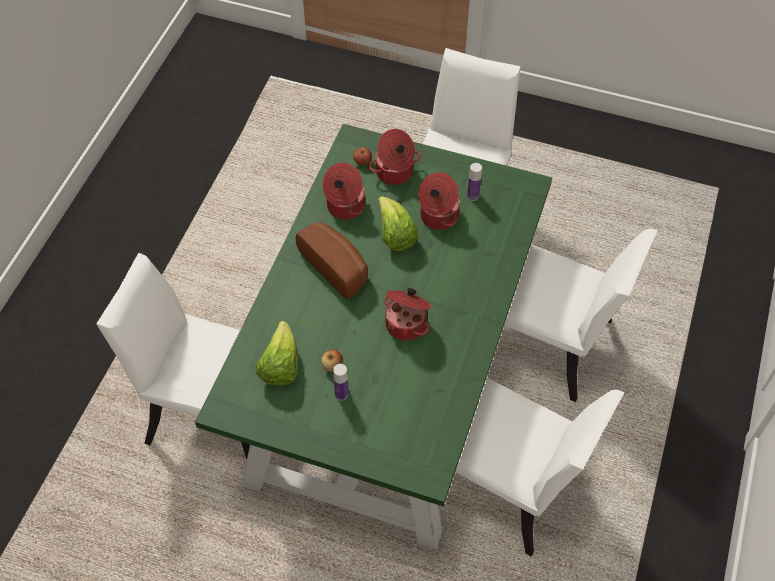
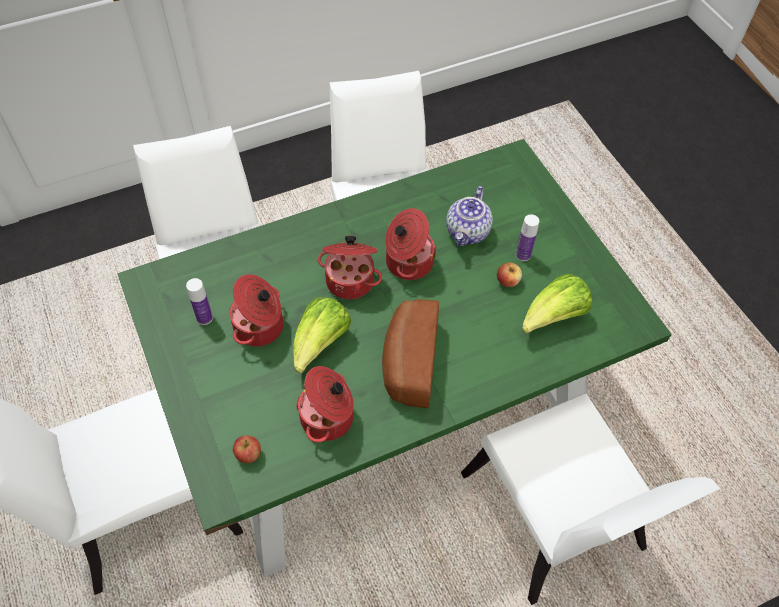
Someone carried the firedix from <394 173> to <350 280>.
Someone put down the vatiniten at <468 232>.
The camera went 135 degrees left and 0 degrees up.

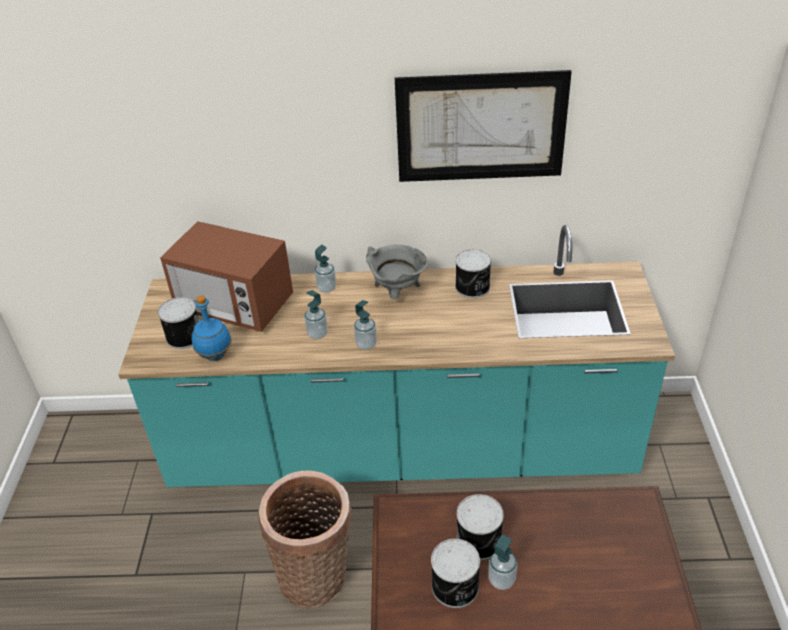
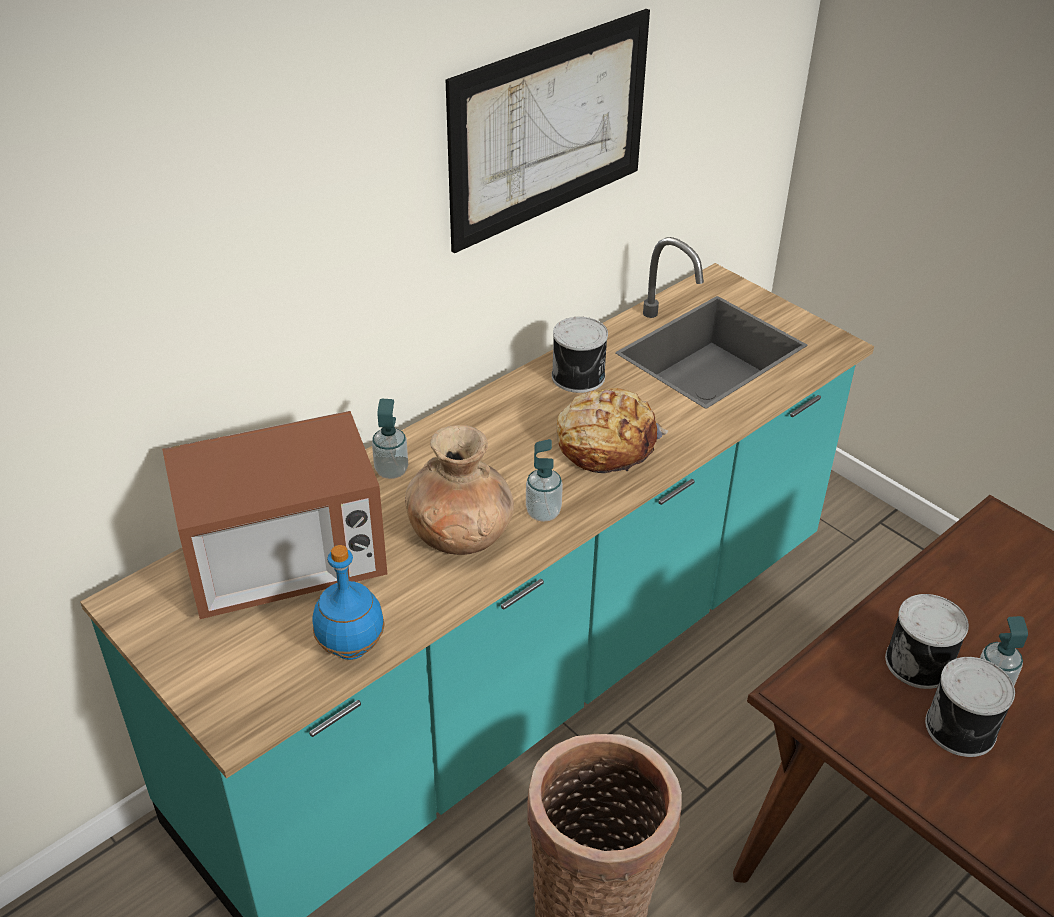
Someone swapped the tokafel at <317 334> for the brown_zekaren at <461 535>.
Someone put down the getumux at <605 443>.
Someone took away the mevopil at <183 336>.
Someone took away the grey_firedix at <397 292>.
The camera went 45 degrees left and 0 degrees up.

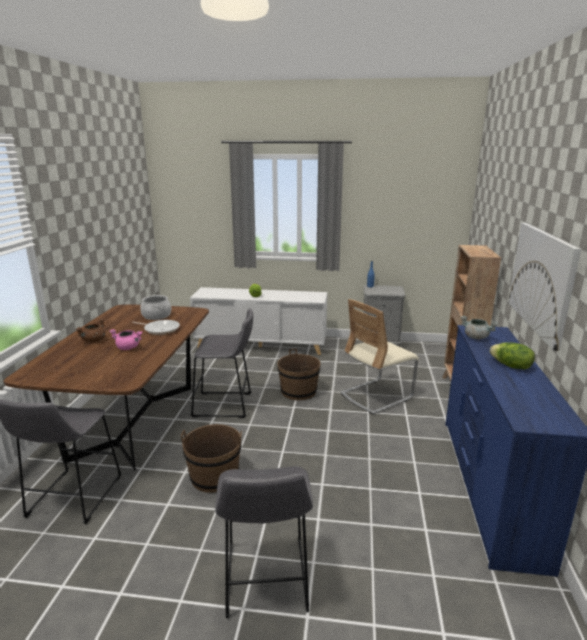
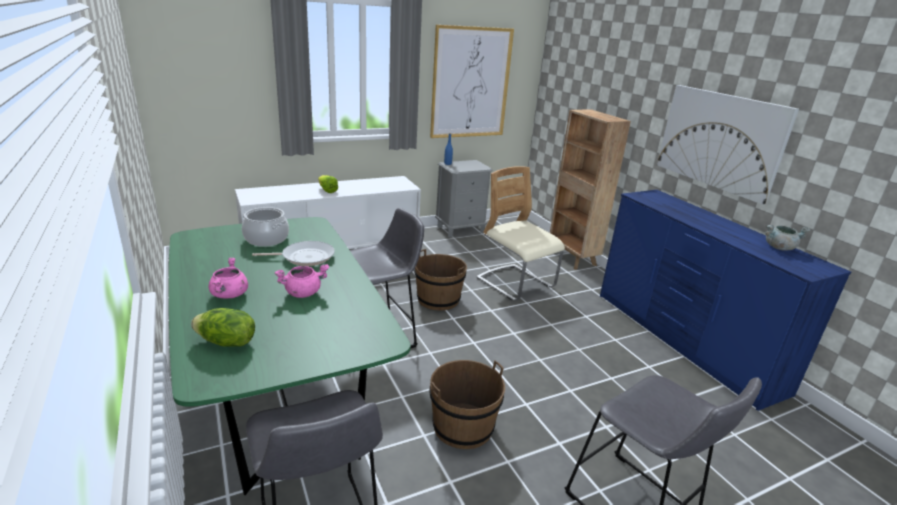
Someone repainted the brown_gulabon at <135 421>, which became the green_gulabon at <282 397>.
Someone carried the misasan from <511 366> to <226 342>.
Someone repainted the brown_firedix at <94 341>, which became the pink_firedix at <229 295>.
Someone put up the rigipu at <470 83>.
Someone rotated the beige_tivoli at <376 396> by 120 degrees clockwise.
Someone carried the grey_firedix from <476 337> to <779 247>.
The camera went 35 degrees left and 5 degrees up.

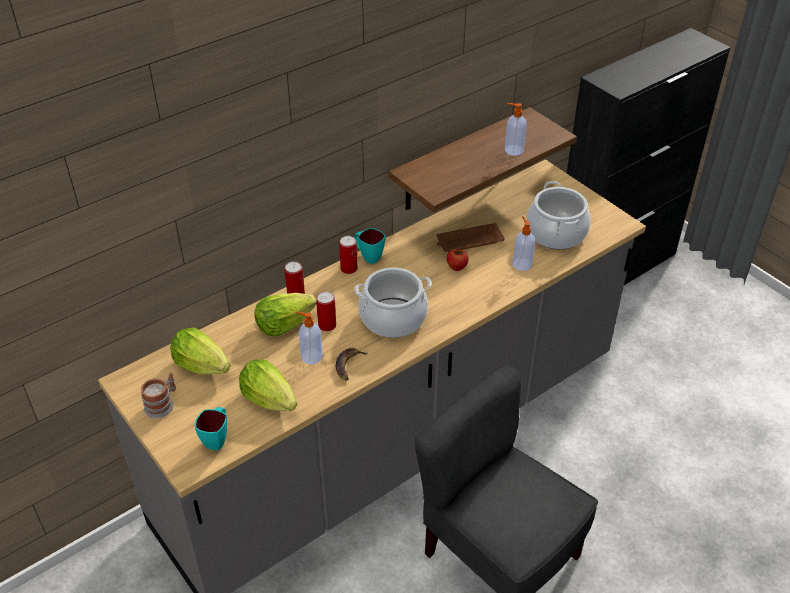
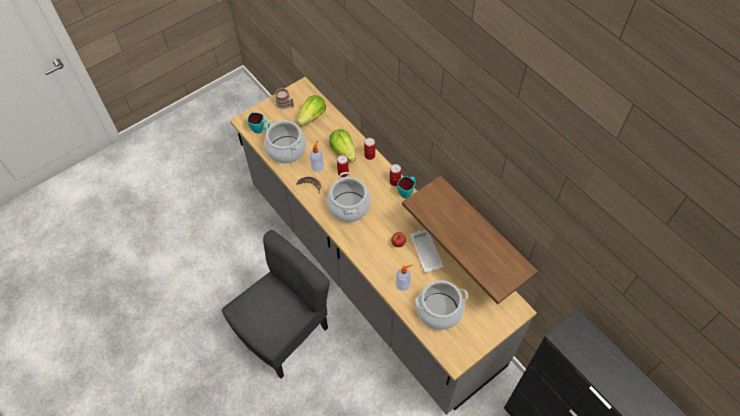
Someone swapped the misasan at <269 399> for the firedix at <286 149>.
Someone repainted the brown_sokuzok at <468 242>, which became the white_sokuzok at <426 251>.
Someone took away the tokafel at <513 150>.
The camera went 90 degrees right and 15 degrees up.

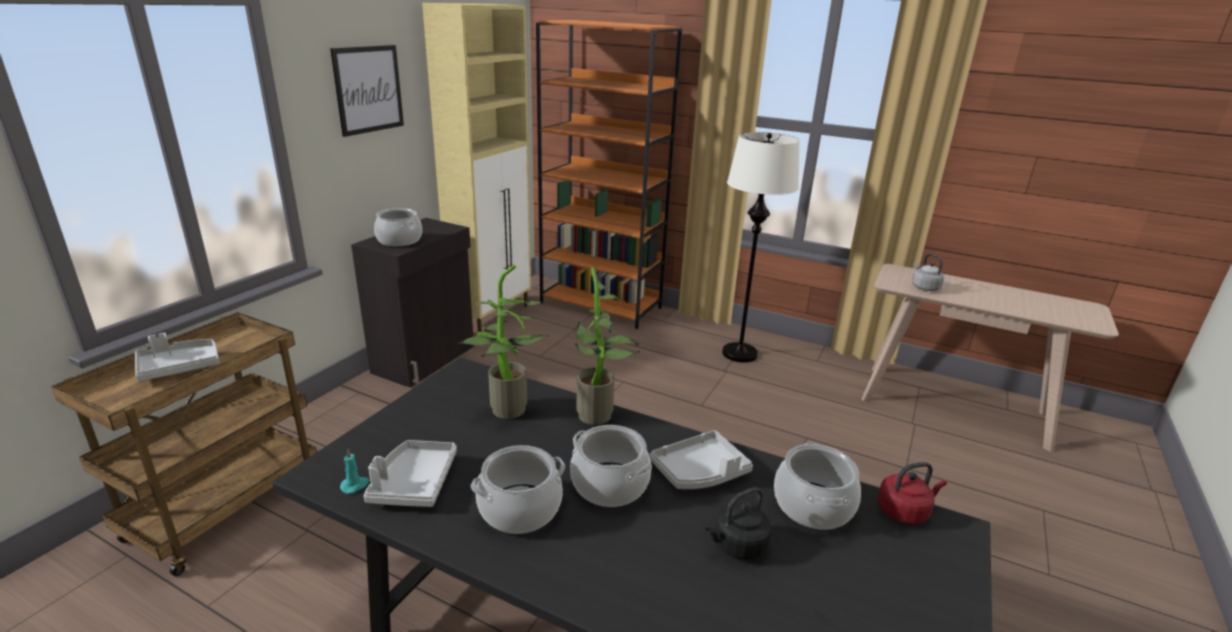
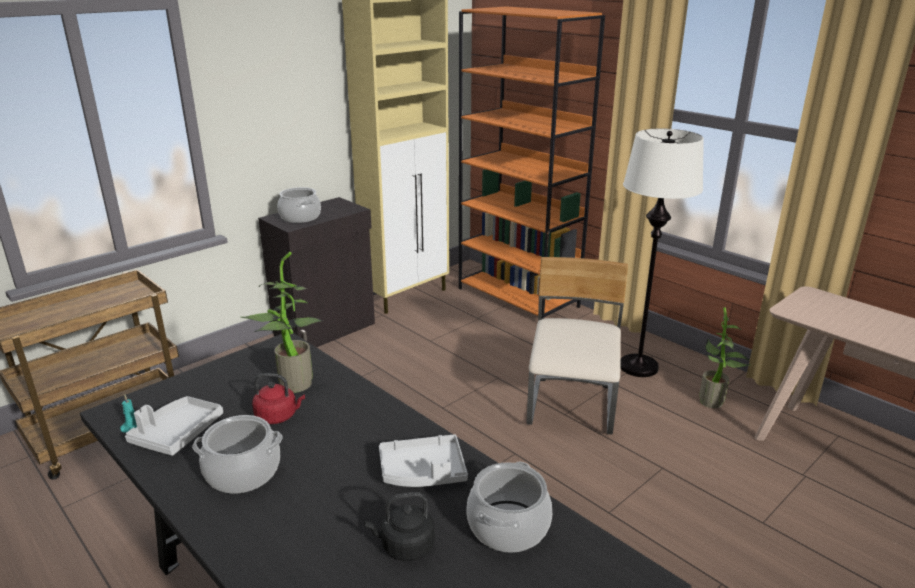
Someone carried the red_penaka from <904 511> to <278 416>.
Someone put down the beige_tivoli at <572 407>.
Someone carried the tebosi from <600 415> to <715 402>.
Someone took away the grey_sokuzok at <179 367>.
Someone took away the rigipu at <368 89>.
Someone took away the firedix at <610 484>.
Someone took away the grey_penaka at <924 287>.
The camera went 20 degrees right and 0 degrees up.

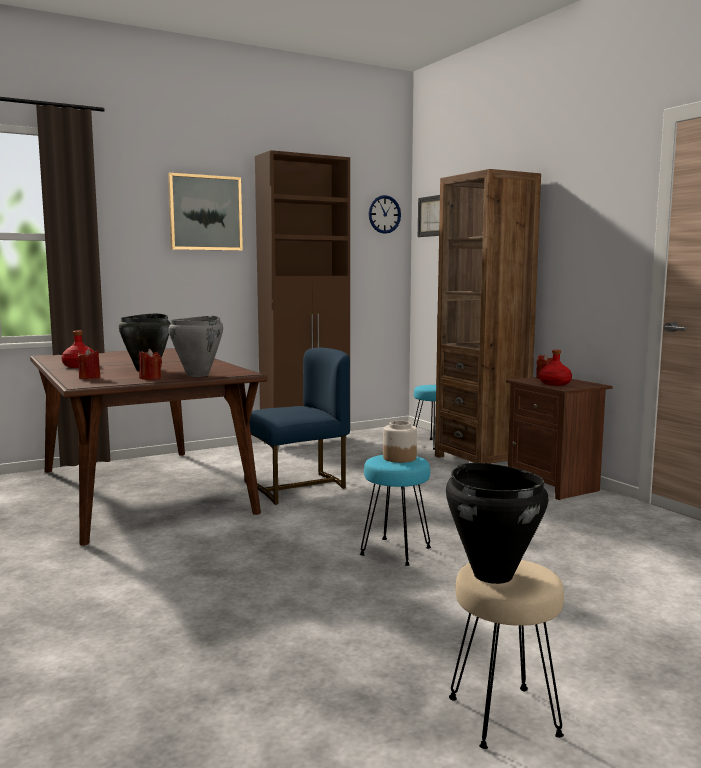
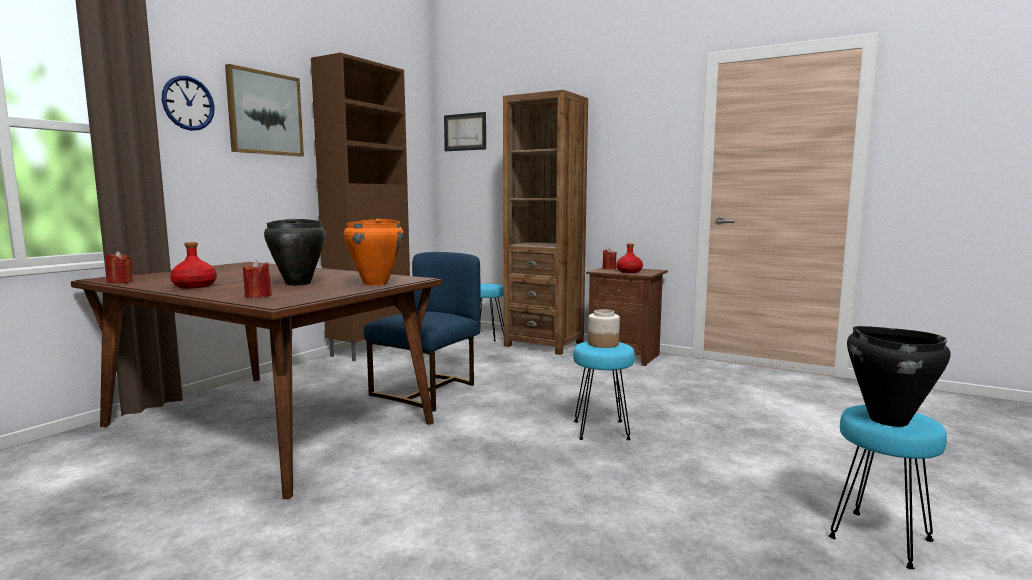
Someone carried the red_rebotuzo from <150 378> to <120 282>.
Someone carried the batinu from <384 214> to <188 103>.
Someone repainted the grey_firedix at <198 375>, which became the orange_firedix at <376 284>.
Someone repainted the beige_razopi at <503 715>, which became the turquoise_razopi at <879 538>.
The camera went 30 degrees left and 0 degrees up.

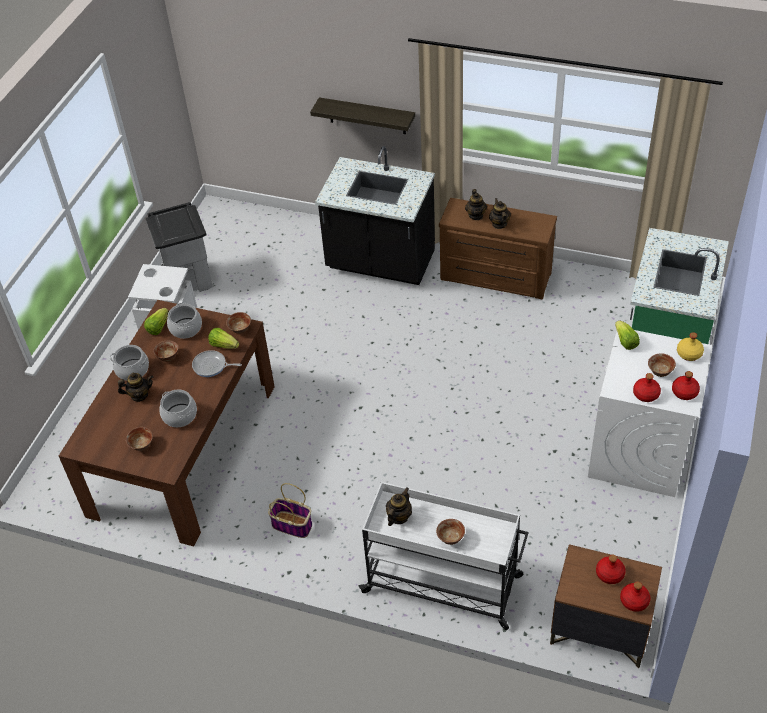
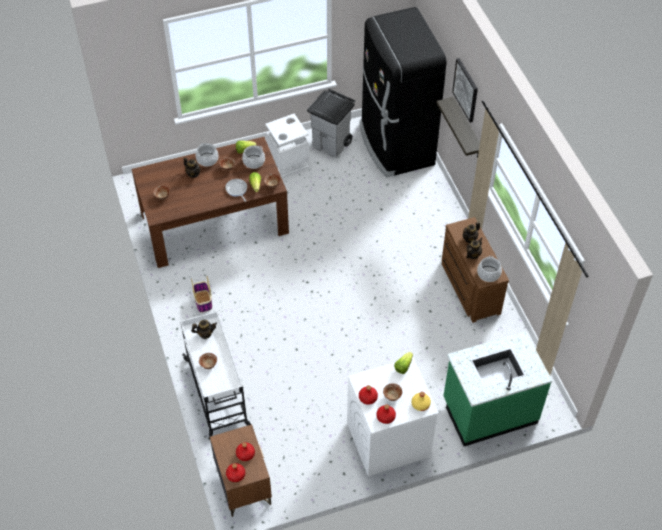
Someone put down the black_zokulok at <395 145>.
Someone put up the rigipu at <466 90>.
Someone carried the firedix from <179 415> to <488 274>.
Someone took away the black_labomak at <380 263>.
The camera went 50 degrees right and 5 degrees up.

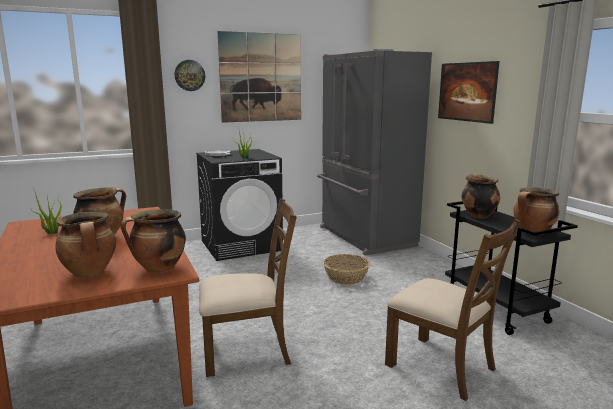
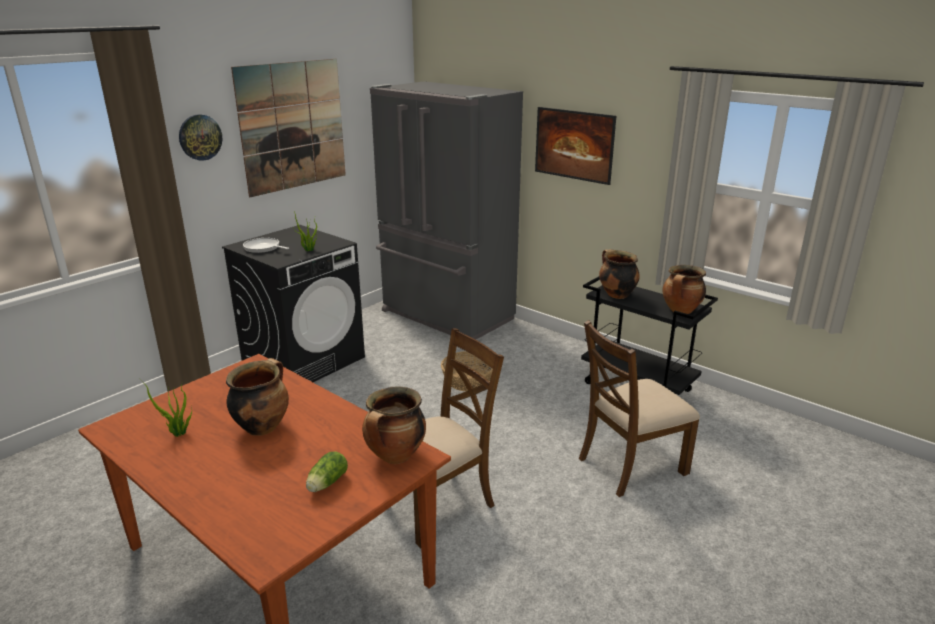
Someone swapped the firedix at <90 273> for the misasan at <326 484>.
Someone rotated the brown_tivoli at <442 366> by 135 degrees clockwise.
The camera went 25 degrees left and 10 degrees up.

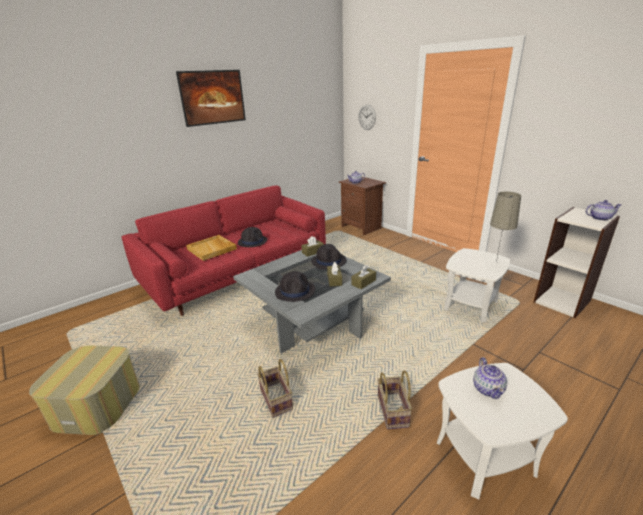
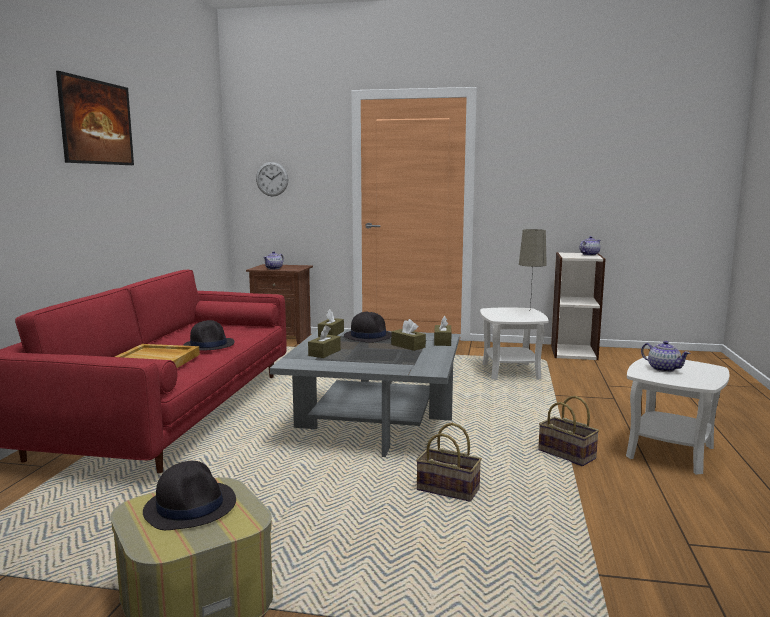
Someone carried the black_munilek from <295 291> to <190 506>.
Someone put down the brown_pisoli at <324 353>.
The camera went 40 degrees left and 15 degrees down.

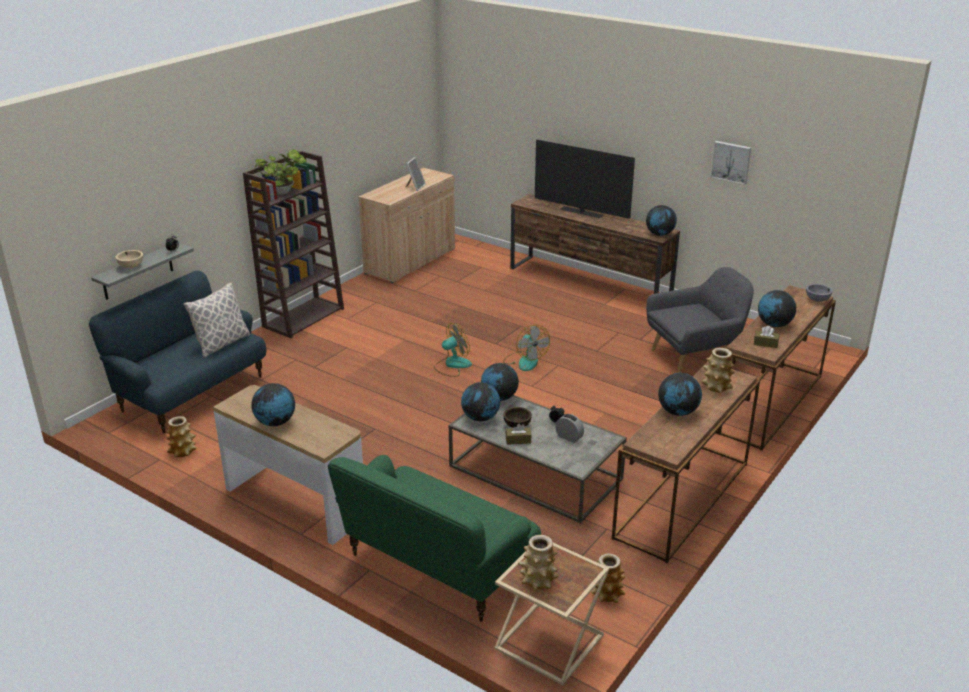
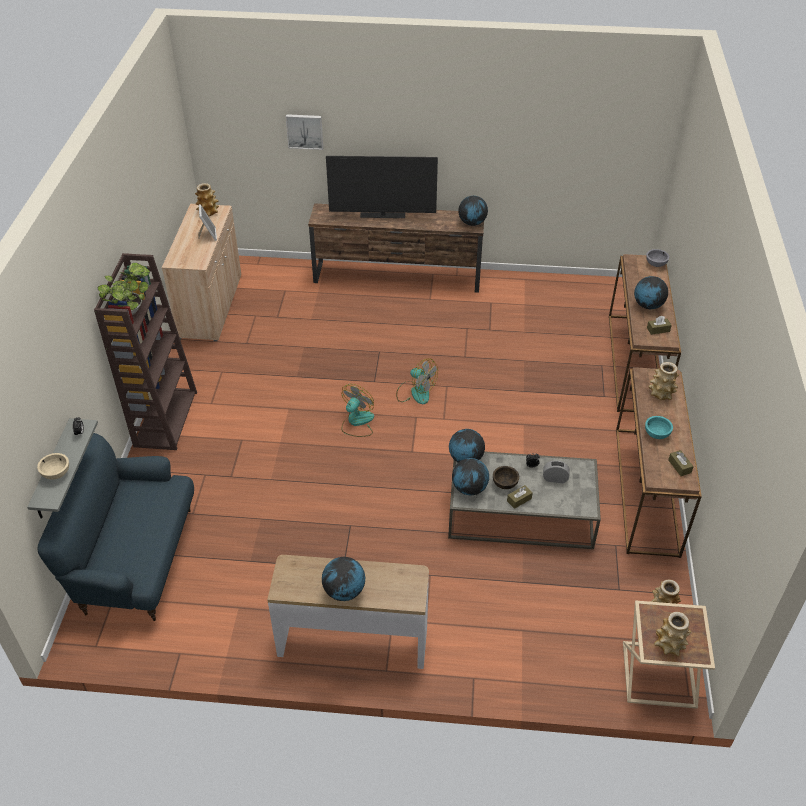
Someone carried the zekaren from <183 451> to <208 212>.
Someone carried the rigipu from <731 162> to <305 131>.
Someone swapped the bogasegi at <678 412> for the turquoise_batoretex at <656 433>.
Someone put down the brown_pisoli at <679 466>.
Someone took away the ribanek at <221 343>.
Someone took away the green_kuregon at <437 567>.
Someone took away the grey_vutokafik at <694 356>.
The camera went 30 degrees left and 15 degrees up.

